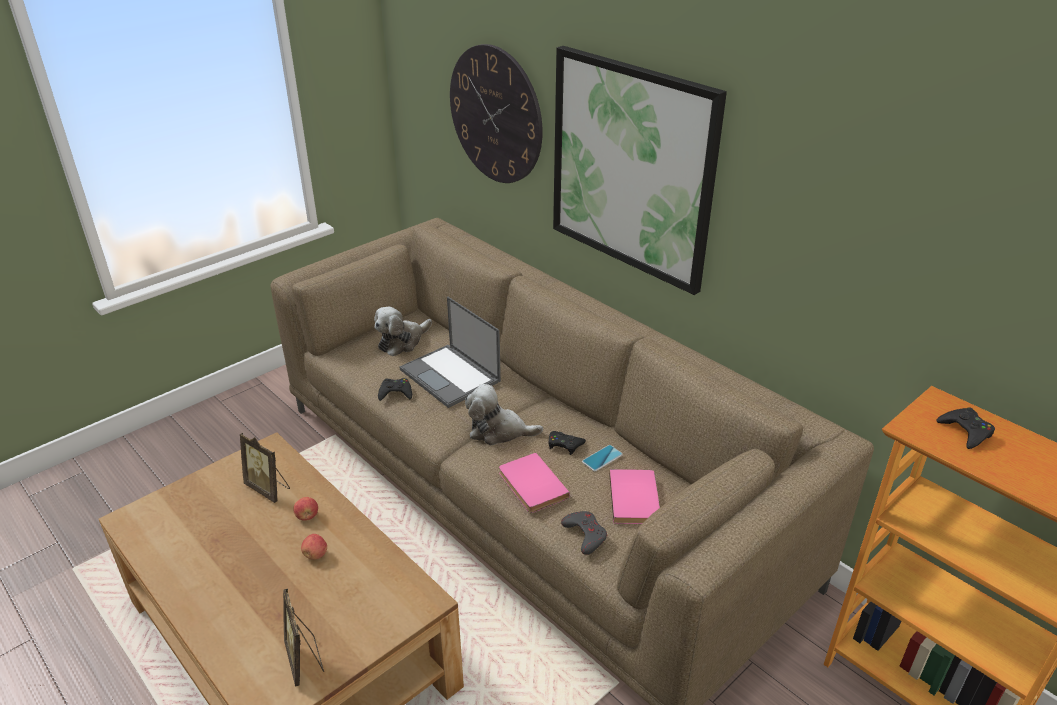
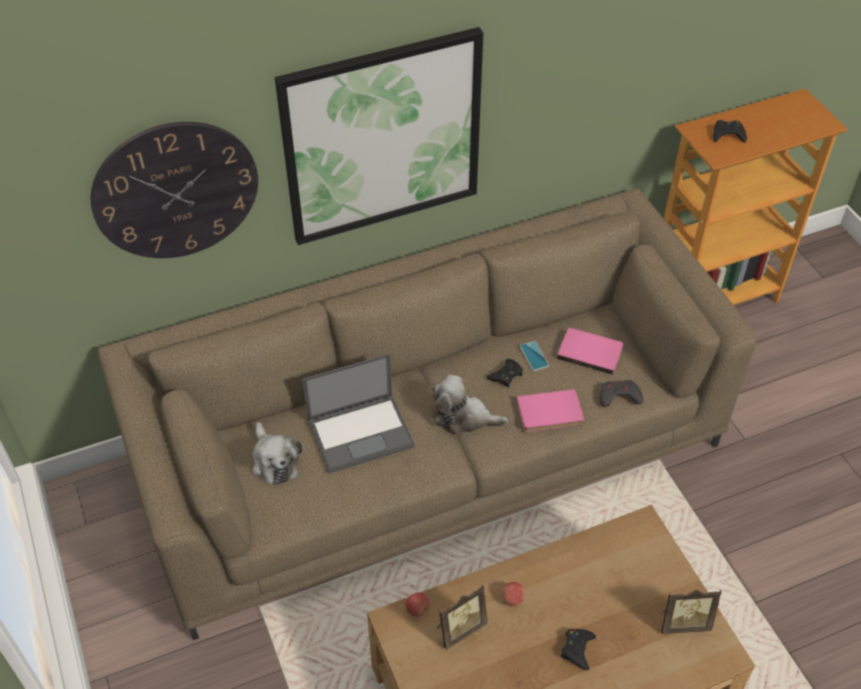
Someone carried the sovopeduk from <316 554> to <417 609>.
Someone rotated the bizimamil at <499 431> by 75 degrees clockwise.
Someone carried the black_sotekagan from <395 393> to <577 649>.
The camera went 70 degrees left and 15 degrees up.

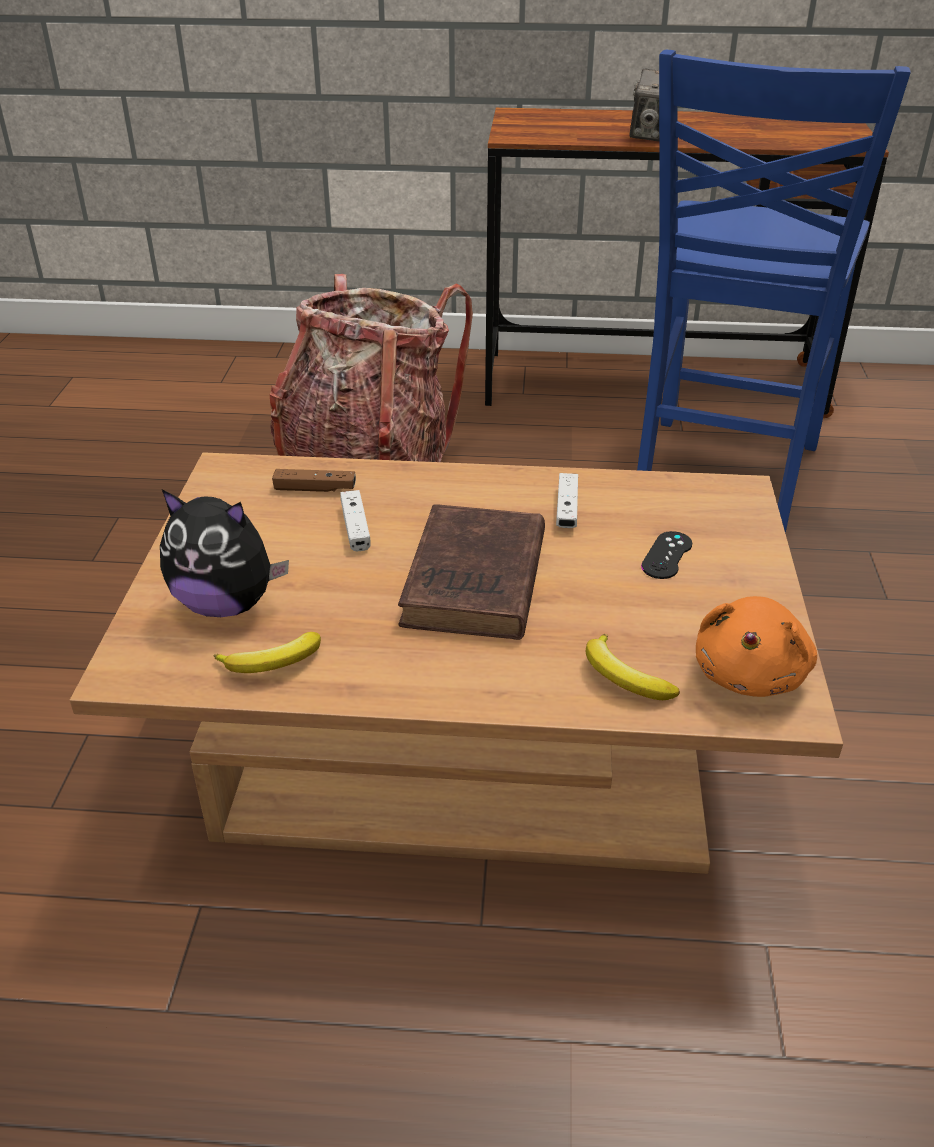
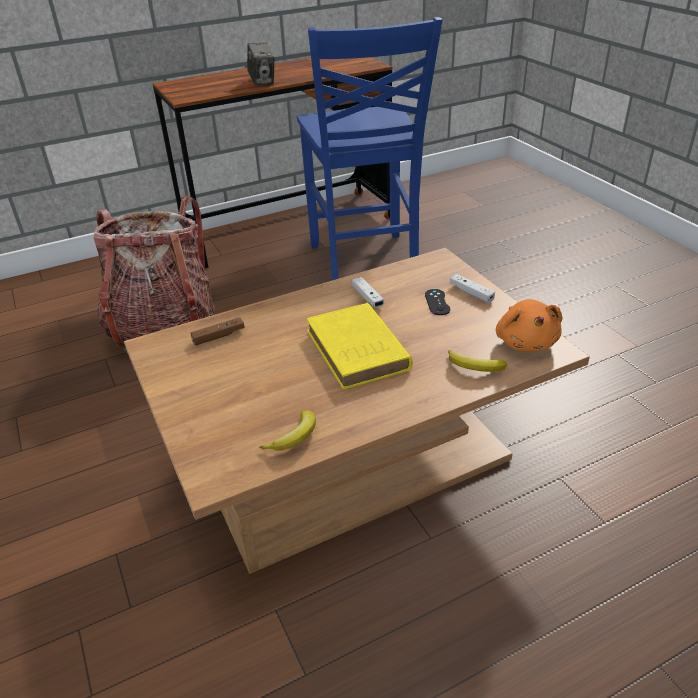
Someone repainted the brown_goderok at <474 583>, which became the yellow_goderok at <358 352>.
Someone carried the white_sotekagan from <355 528> to <471 293>.
Someone took away the bizimamil at <226 604>.
The camera went 30 degrees left and 0 degrees up.

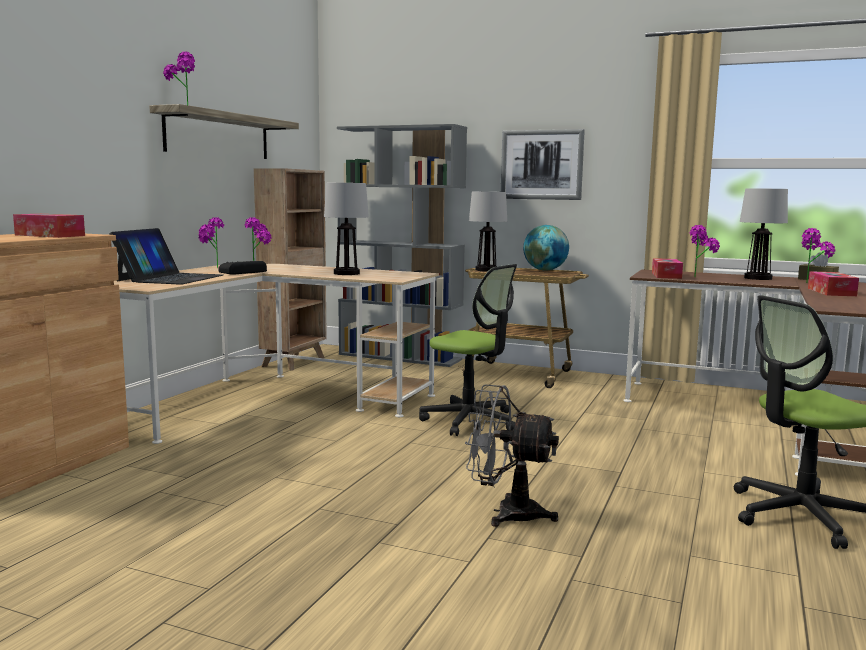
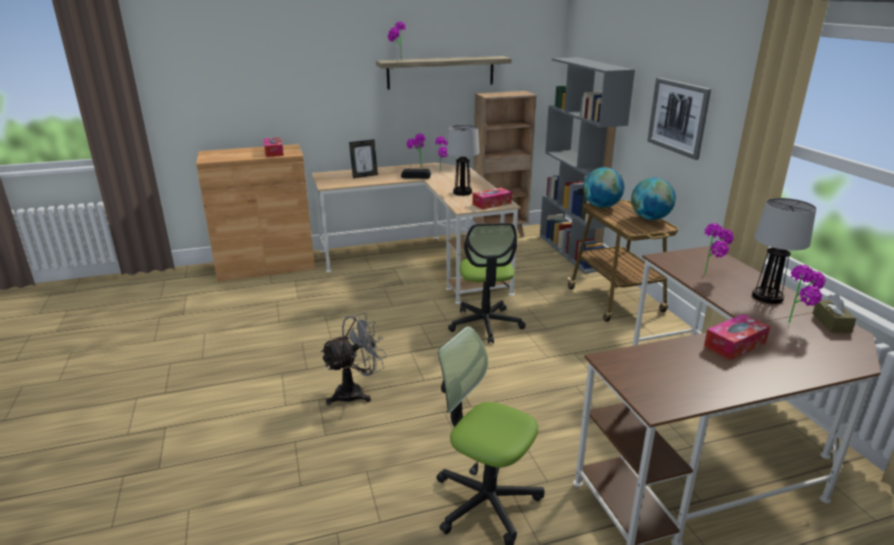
Someone rotated the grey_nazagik at <506 513> by 75 degrees clockwise.
Someone swapped the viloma at <170 278> for the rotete at <364 176>.
Someone carried the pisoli from <666 275> to <491 204>.
Someone swapped the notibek at <487 270> for the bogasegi at <601 206>.
The camera went 50 degrees right and 15 degrees up.

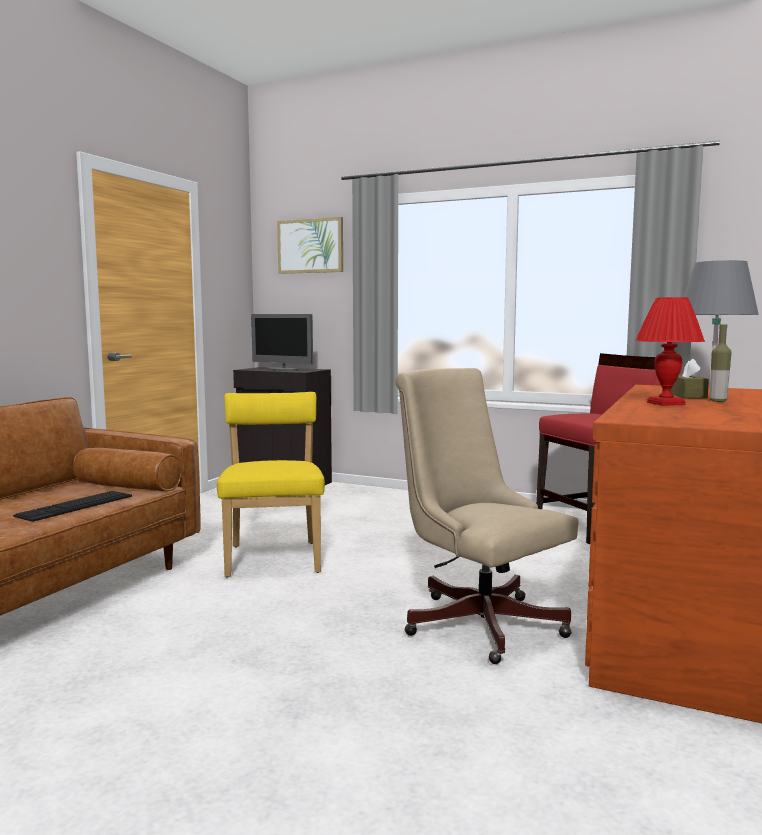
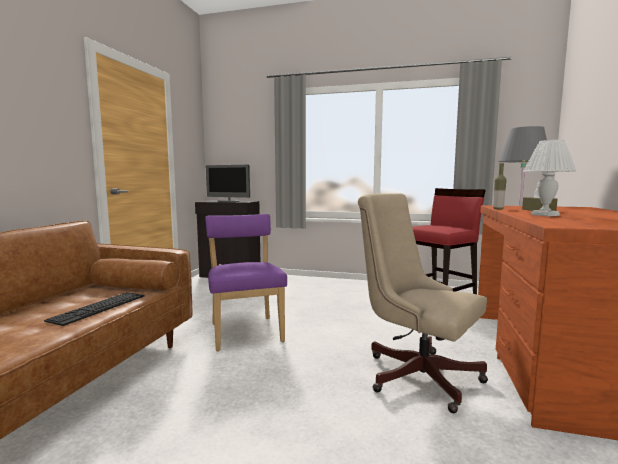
Someone repainted the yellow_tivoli at <274 557>, which became the purple_tivoli at <245 331>.
Someone carried the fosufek from <718 401> to <498 209>.
Someone repainted the red_notibek at <665 403>, which became the white_notibek at <544 215>.
Someone took away the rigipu at <310 246>.
The camera went 10 degrees left and 0 degrees up.

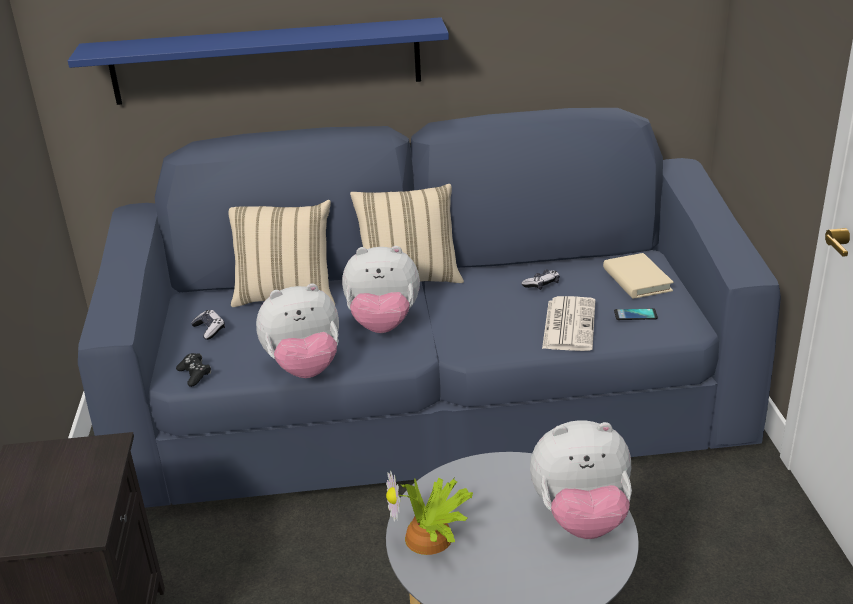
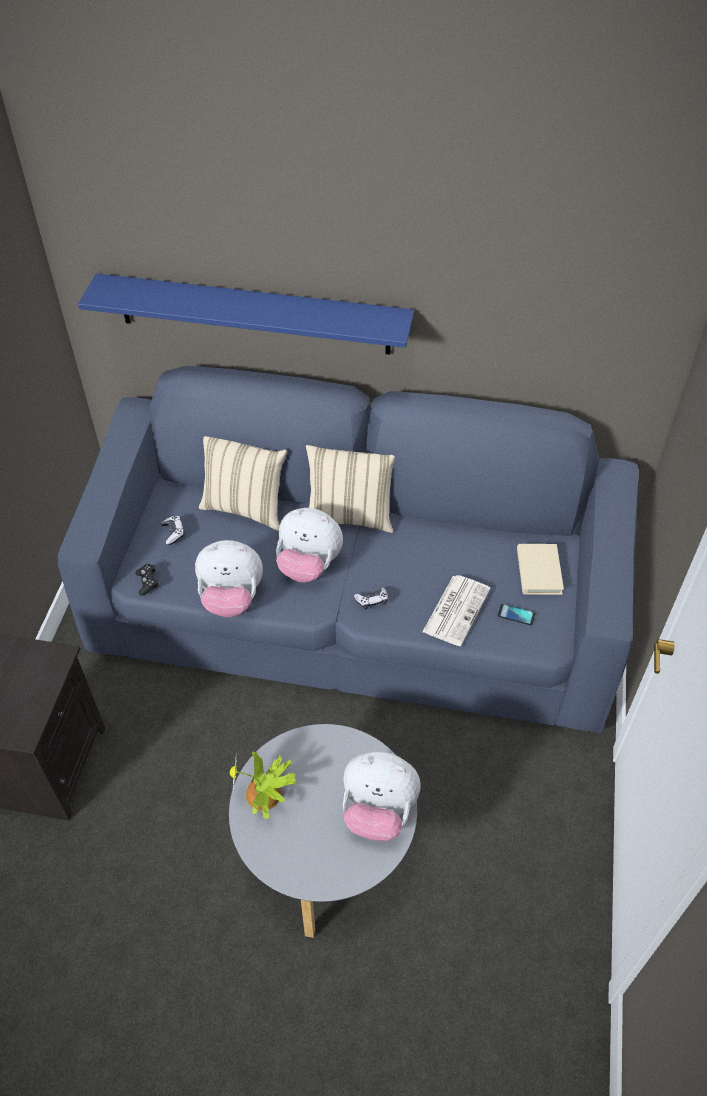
Someone carried the sotekagan from <541 285> to <372 600>.
The camera went 15 degrees right and 20 degrees up.

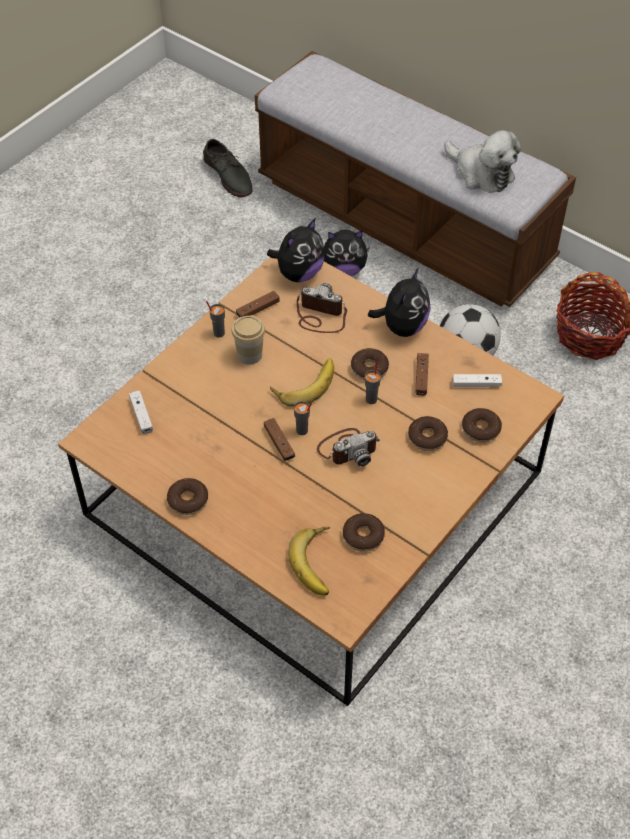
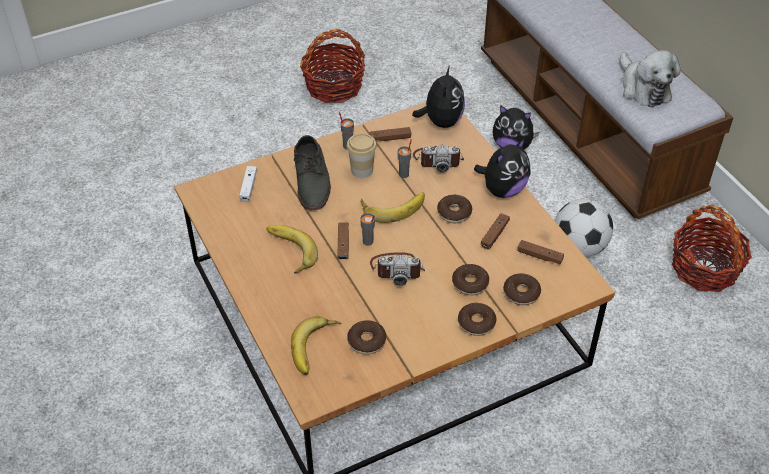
Someone put down the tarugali at <288 251>.
Someone carried the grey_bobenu from <229 175> to <312 180>.
Someone put down the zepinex at <334 86>.
Someone carried the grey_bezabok from <371 399> to <404 174>.
Someone rotated the bizimamil at <299 273> by 60 degrees counterclockwise.
Someone rotated the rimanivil at <320 316> by 135 degrees clockwise.
Someone carried the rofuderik from <188 500> to <476 323>.
Someone repainted the white_sotekagan at <476 384>, which became the brown_sotekagan at <539 256>.
The camera went 25 degrees right and 5 degrees down.

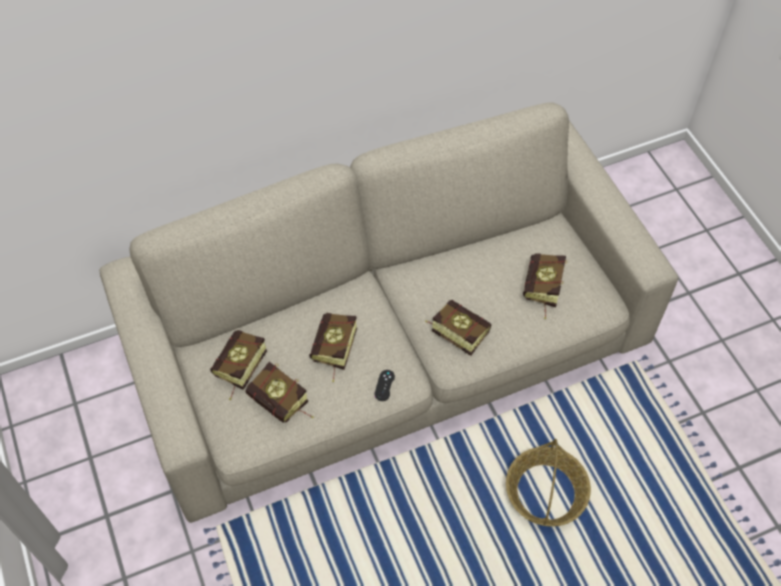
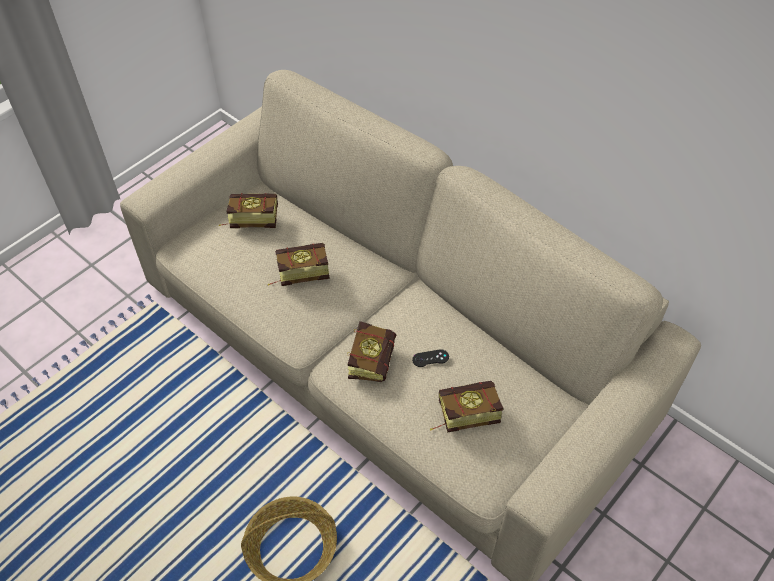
Someone carried the black_sotekagan from <384 385> to <430 358>.
Someone took away the goderok at <283 405>.
The camera went 65 degrees right and 5 degrees down.

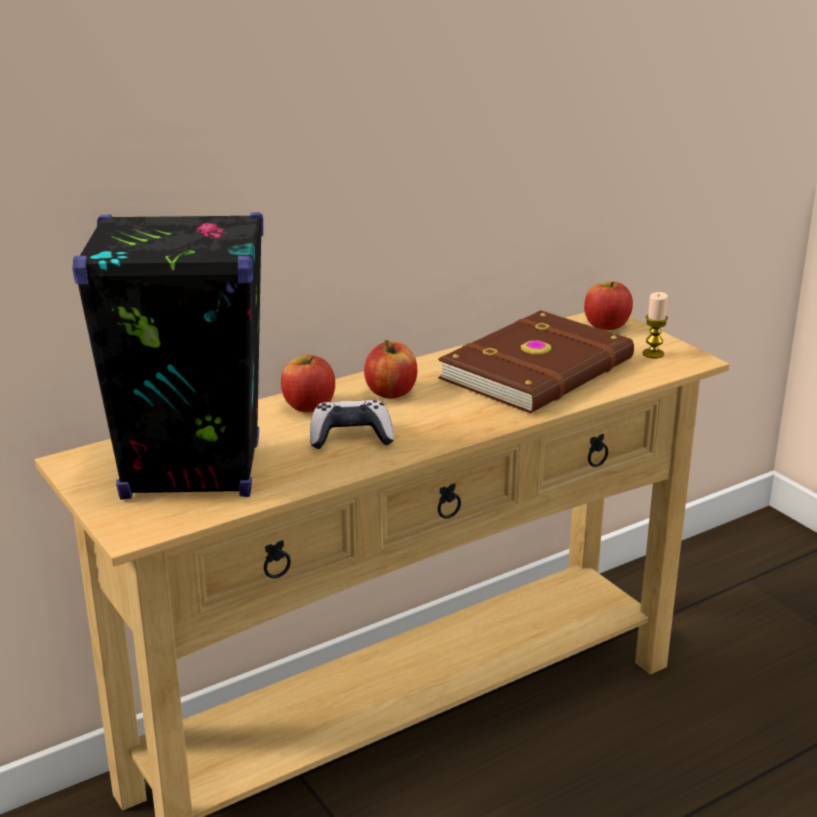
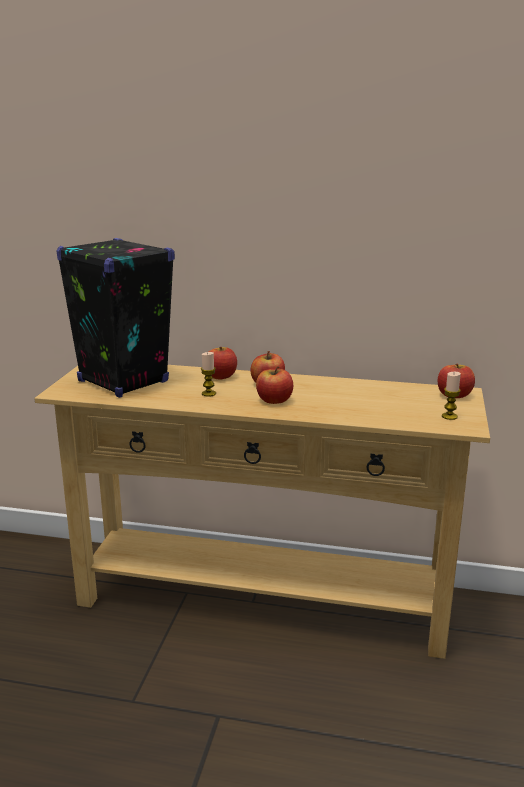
Someone swapped the sotekagan at <351 437> for the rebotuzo at <208 393>.
Someone put down the sovopeduk at <274 400>.
Someone took away the brown_goderok at <540 370>.
The camera went 45 degrees right and 5 degrees down.

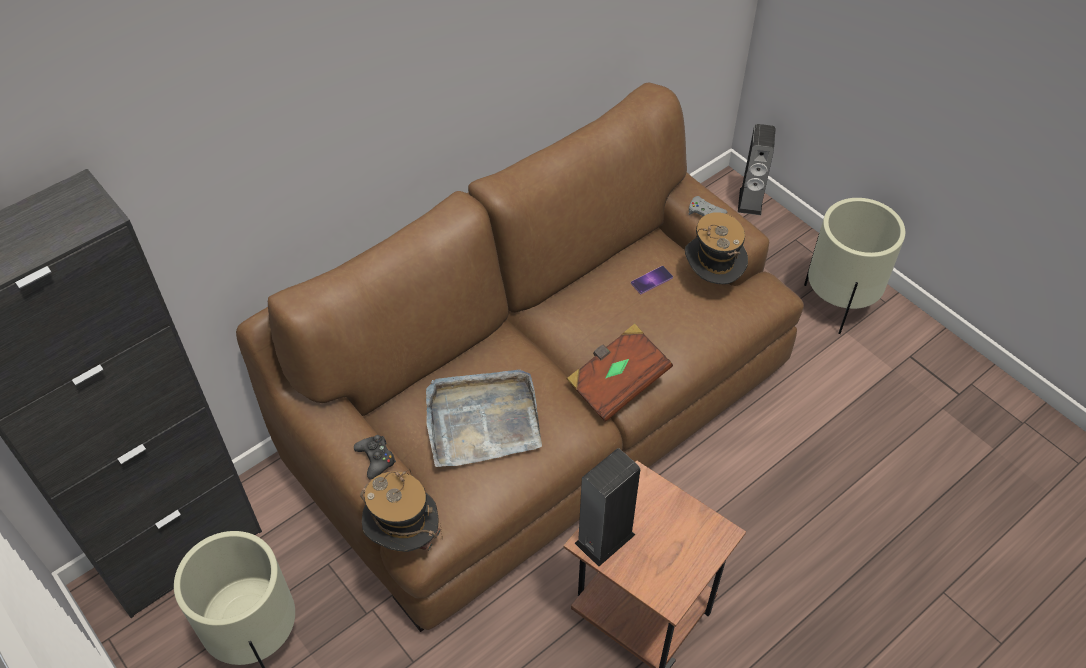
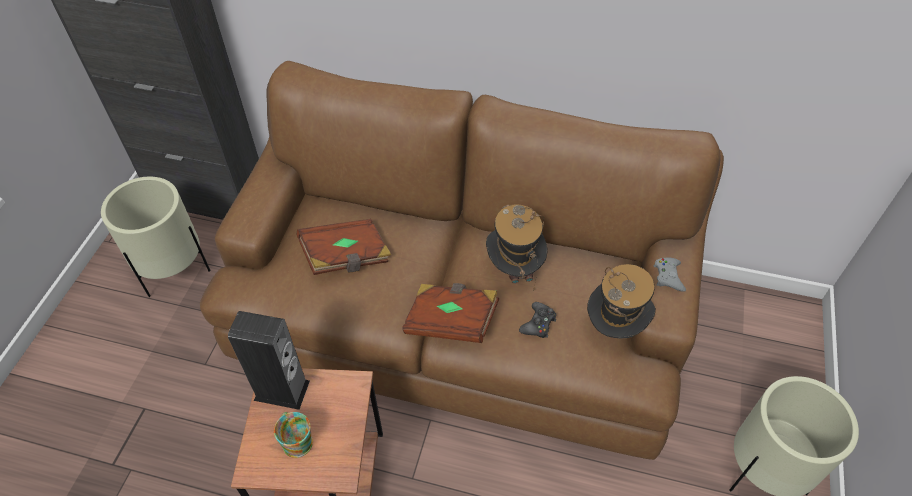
Someone put down the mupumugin at <296 439>.
Someone swapped the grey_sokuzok at <482 420> for the brown_goderok at <346 257>.
Someone carried the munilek from <404 538> to <514 269>.
Someone carried the black_sotekagan from <376 459> to <538 324>.
Someone took away the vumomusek at <651 280>.
Someone took away the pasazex at <750 201>.
The camera went 55 degrees right and 0 degrees up.

